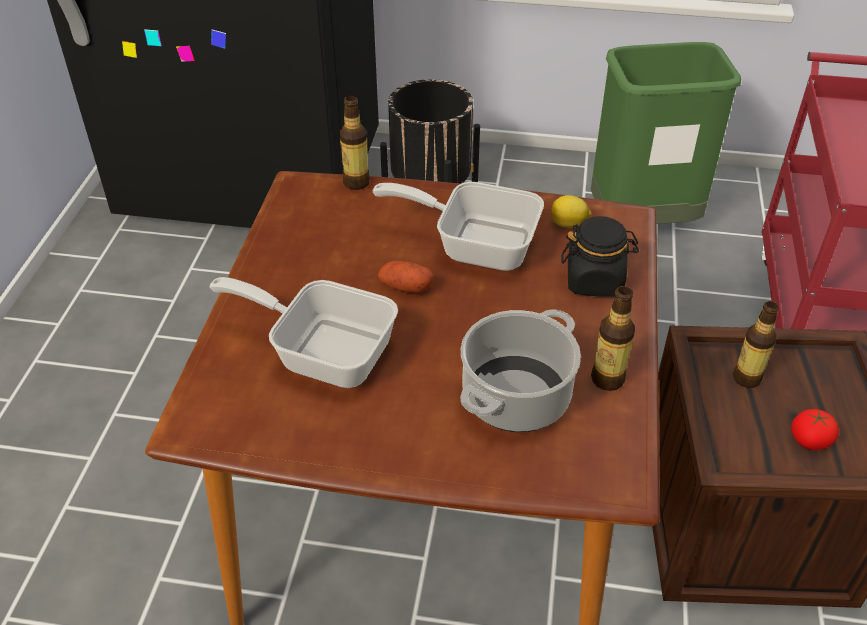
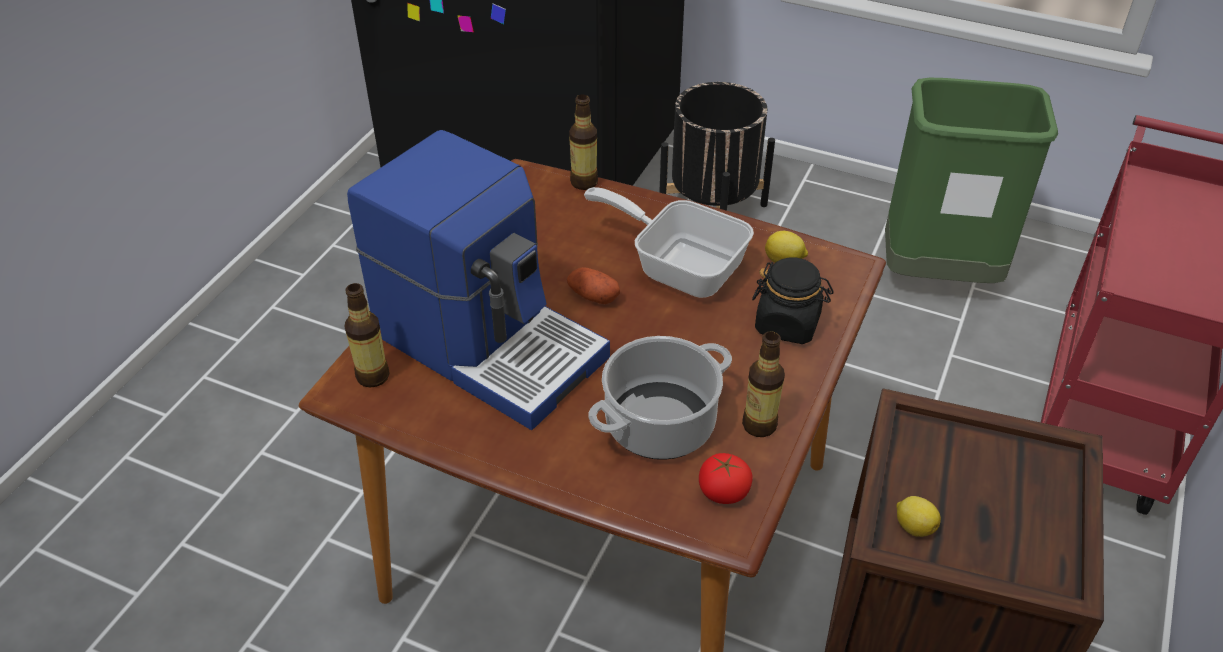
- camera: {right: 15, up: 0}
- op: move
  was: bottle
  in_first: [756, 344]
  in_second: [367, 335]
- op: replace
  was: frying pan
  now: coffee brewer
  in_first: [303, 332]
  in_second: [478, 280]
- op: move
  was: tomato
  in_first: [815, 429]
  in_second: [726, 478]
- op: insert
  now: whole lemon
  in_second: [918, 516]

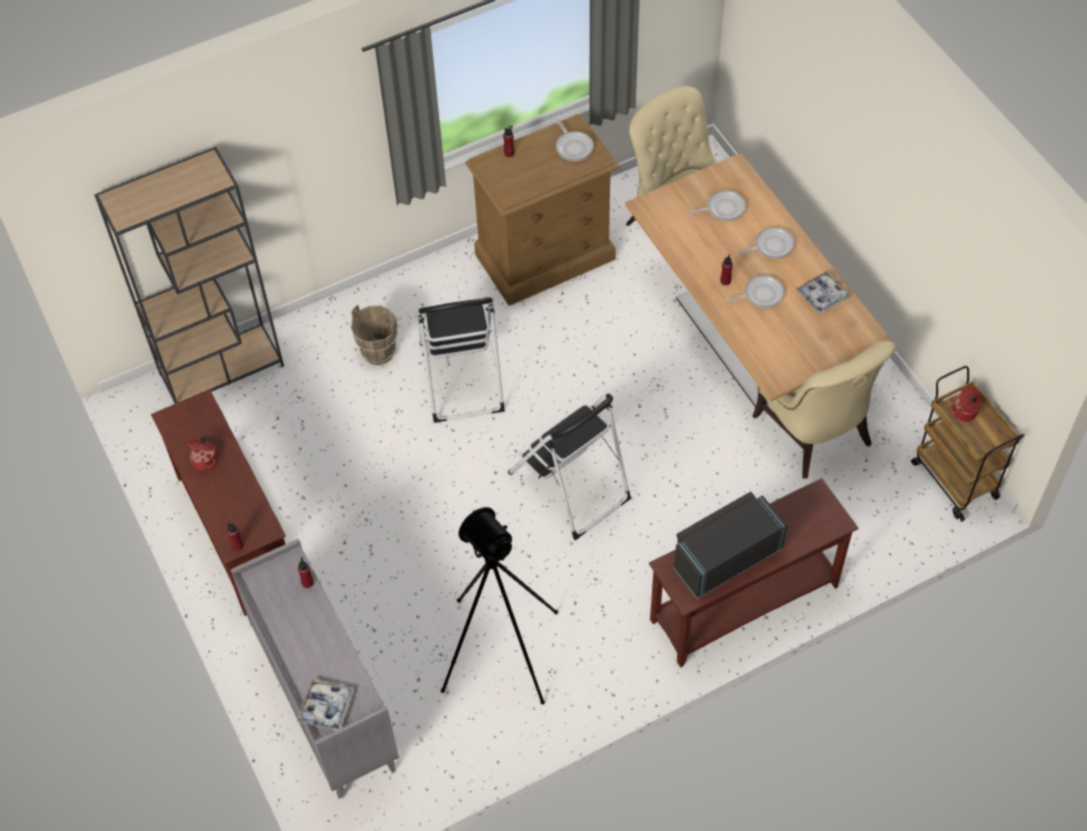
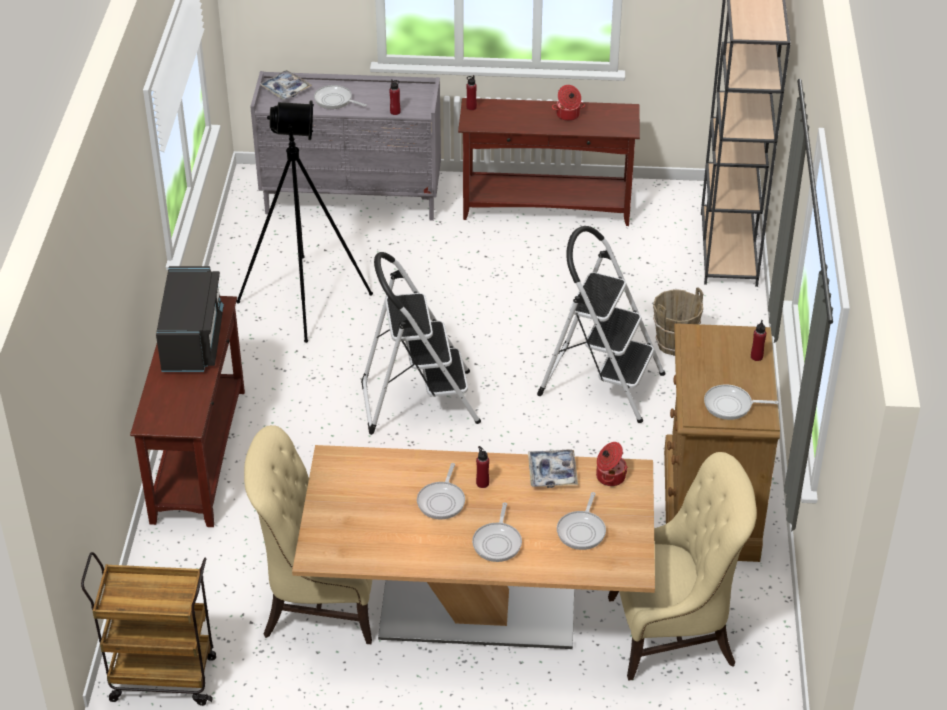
- camera: {right: 120, up: -15}
- op: insert
  now: frying pan
  in_second: [340, 97]
- op: move
  was: serving tray
  in_first: [823, 292]
  in_second: [553, 468]
- op: move
  was: cooking pot
  in_first: [967, 403]
  in_second: [612, 464]

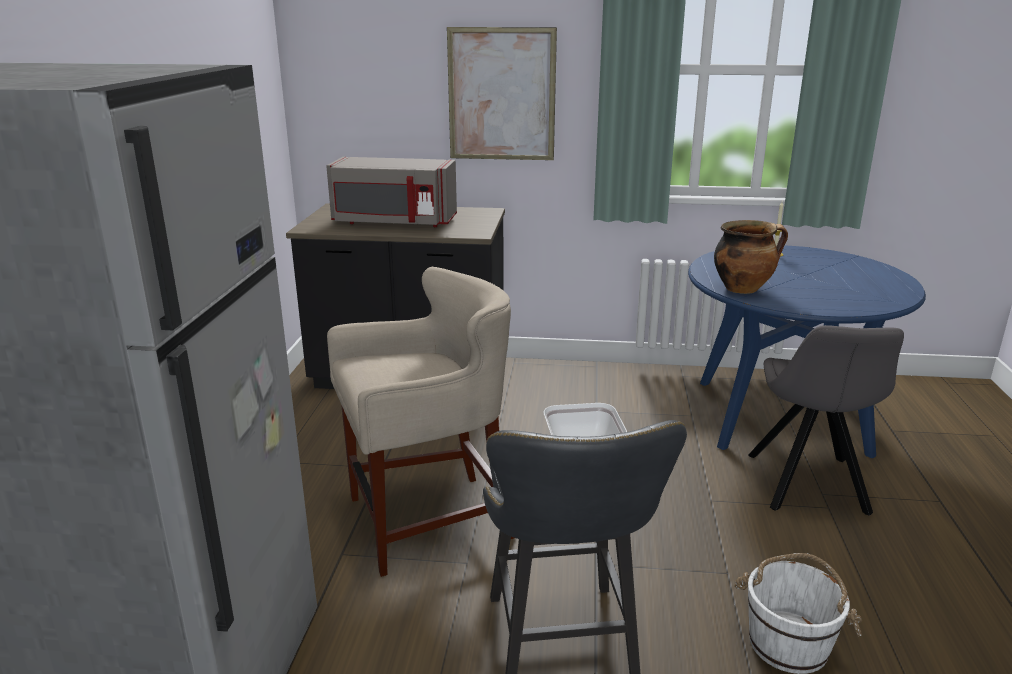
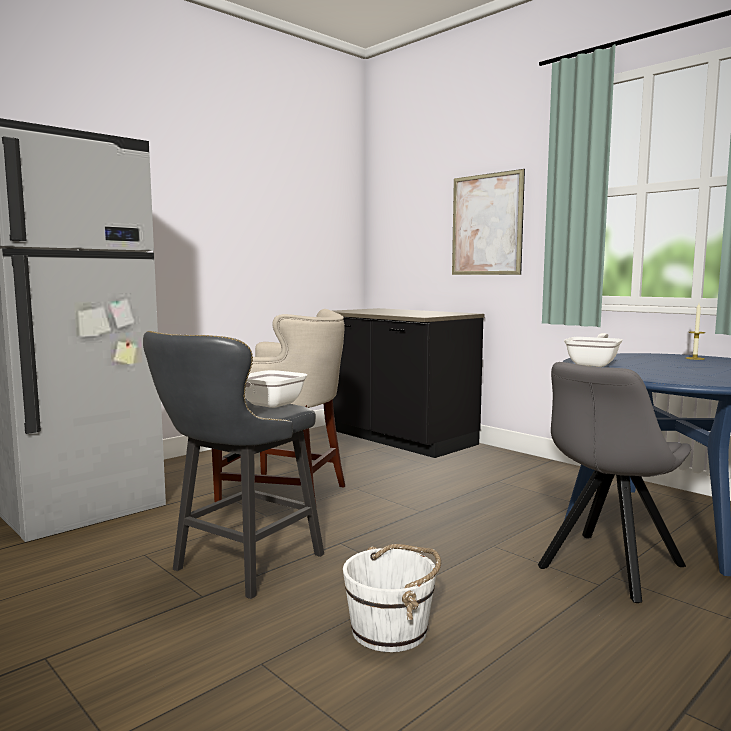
- camera: {right: 40, up: -15}
- op: replace
  was: cooking pot
  now: frying pan
  in_first: [751, 257]
  in_second: [593, 350]
- op: delete
  was: microwave in gray
  in_first: [391, 192]

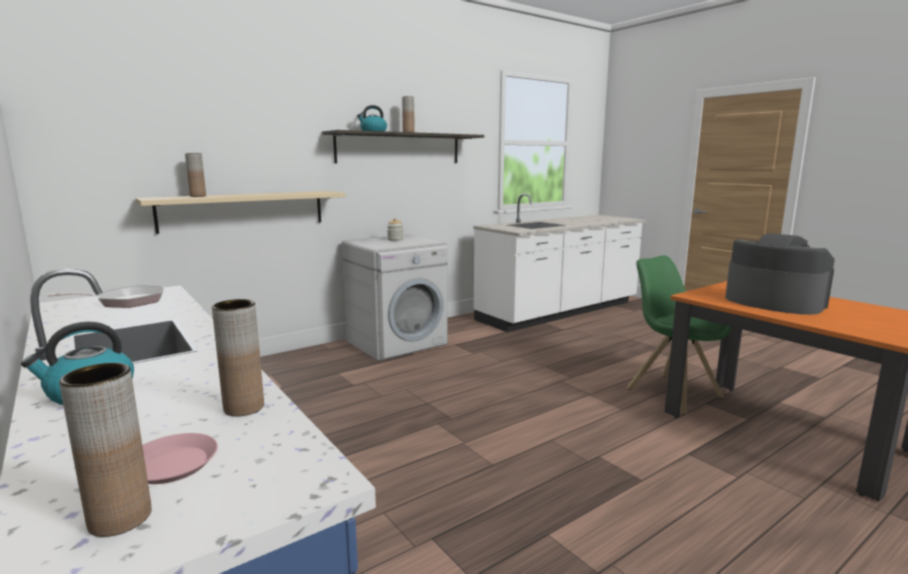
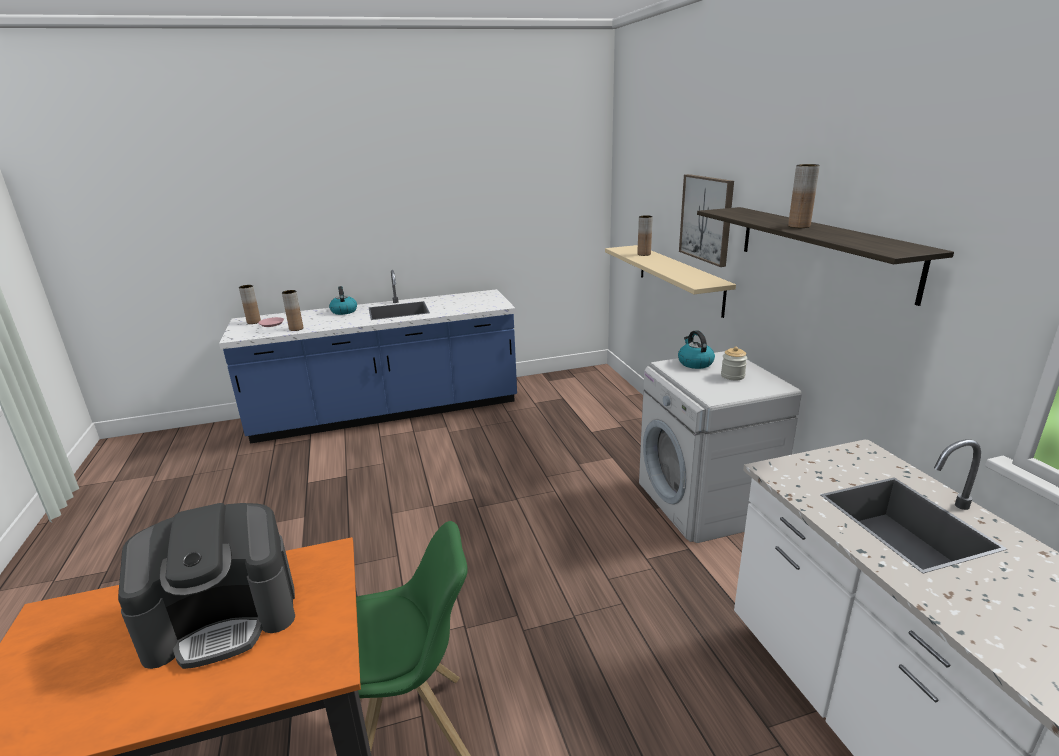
- camera: {right: 110, up: 10}
- op: move
  was: kettle
  in_first: [372, 118]
  in_second: [696, 349]
- op: insert
  now: wall art
  in_second: [706, 220]
- op: delete
  was: frying pan
  in_first: [106, 296]

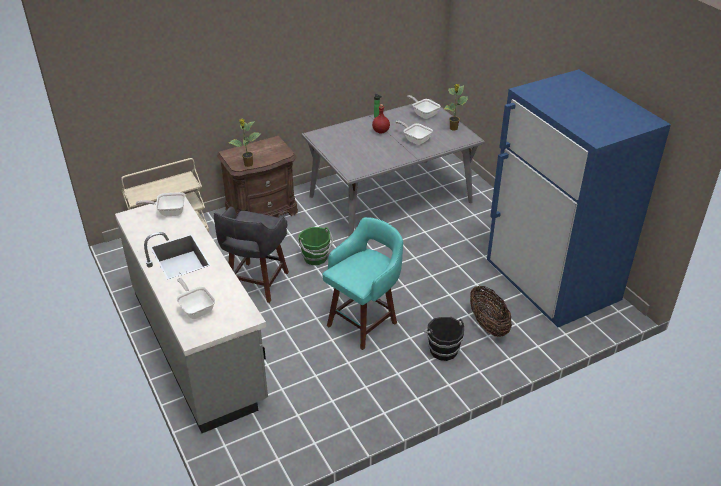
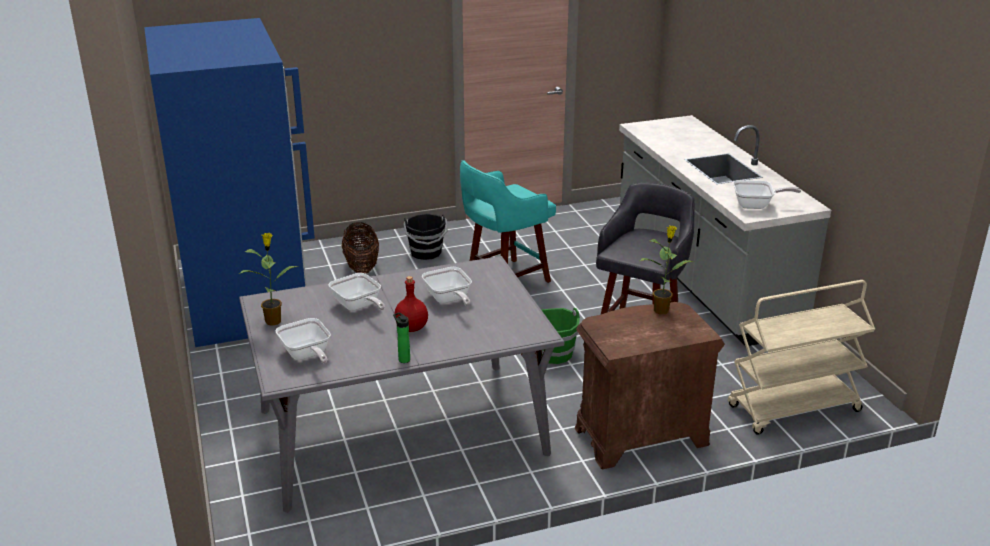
- camera: {right: -170, up: -10}
- op: move
  was: frying pan
  in_first: [195, 298]
  in_second: [447, 286]

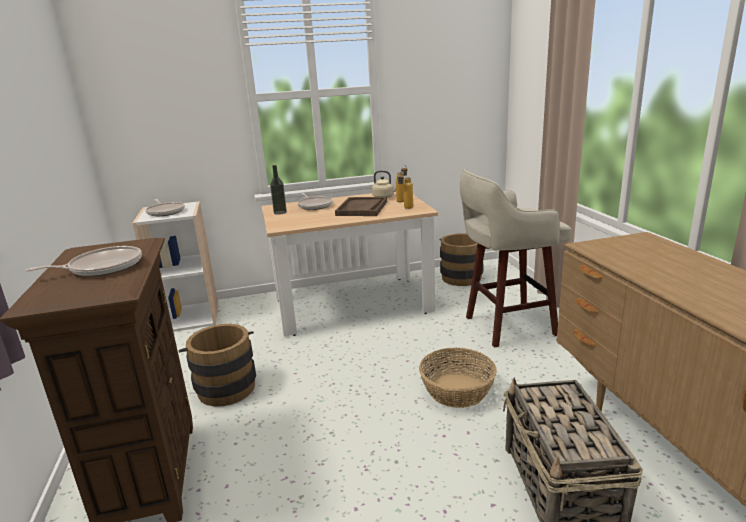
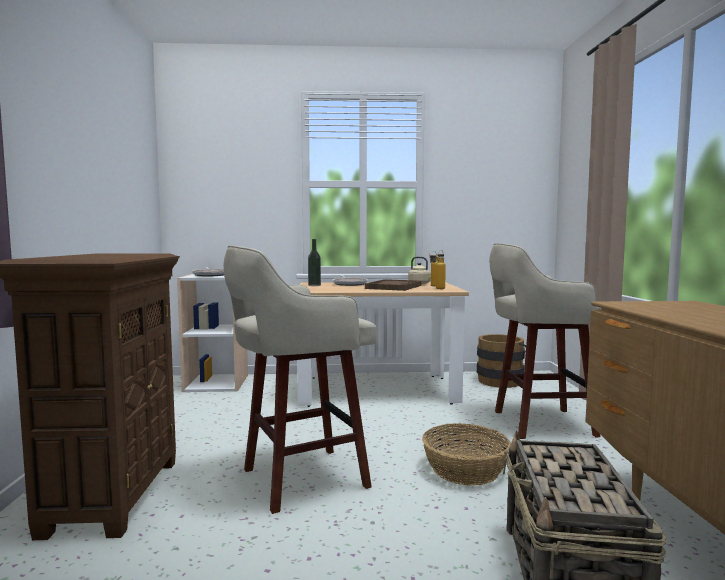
- camera: {right: 10, up: -15}
- op: insert
  now: stool in sand-coloured
  in_second: [300, 379]
- op: delete
  was: frying pan
  in_first: [83, 261]
- op: delete
  was: pail in brown
  in_first: [217, 365]

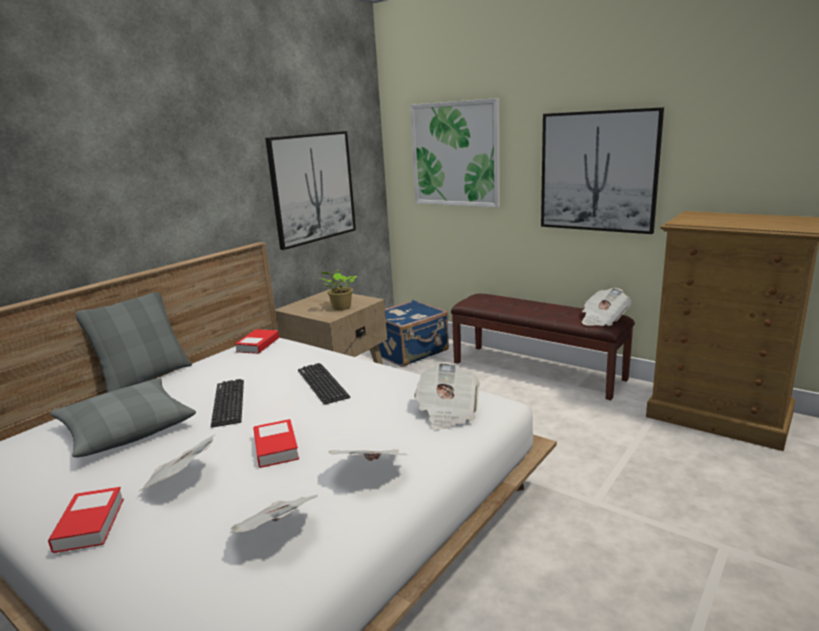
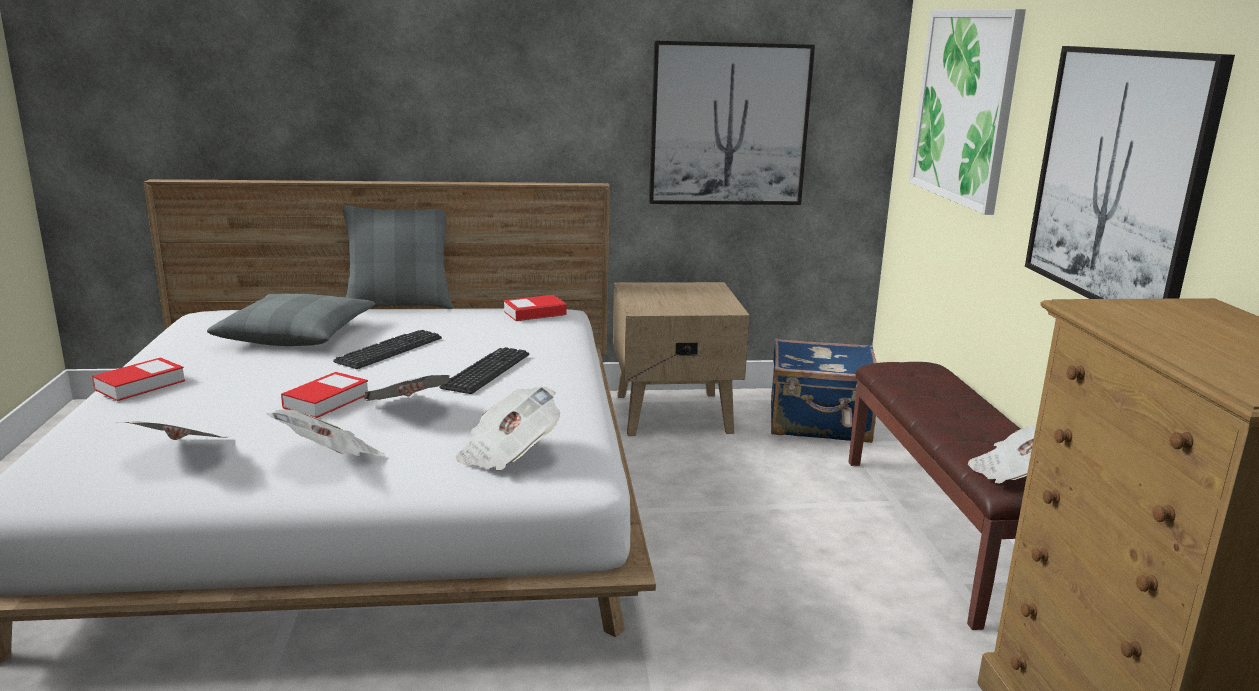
- camera: {right: 45, up: 0}
- op: move
  was: newspaper
  in_first: [177, 463]
  in_second: [407, 388]
- op: delete
  was: potted plant
  in_first: [338, 290]

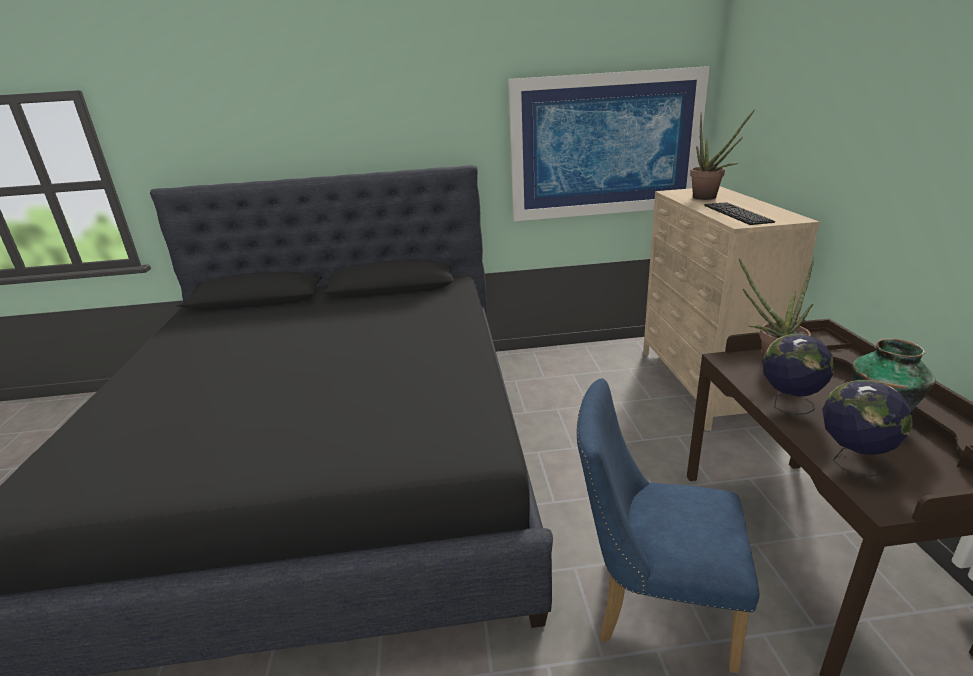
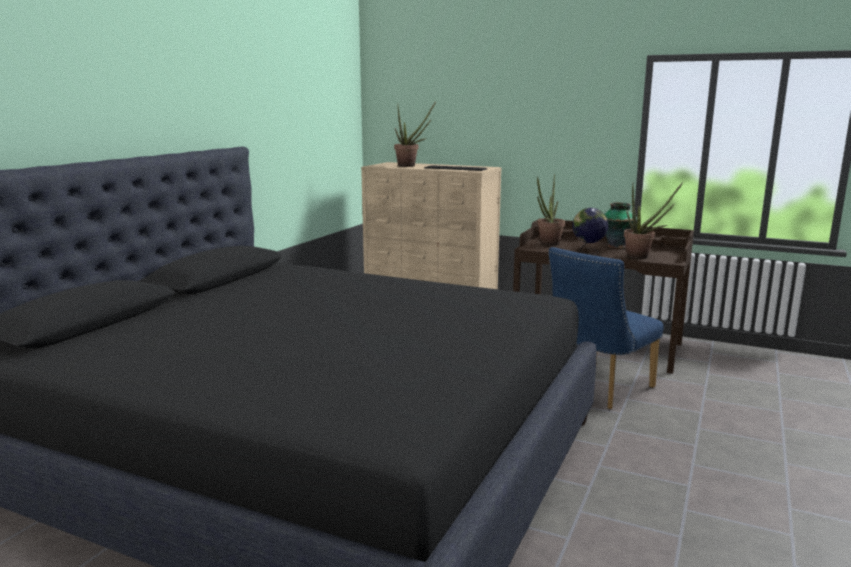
- camera: {right: -60, up: -10}
- op: replace
  was: desk globe
  now: potted plant
  in_first: [867, 428]
  in_second: [654, 220]
- op: delete
  was: wall art
  in_first: [609, 143]

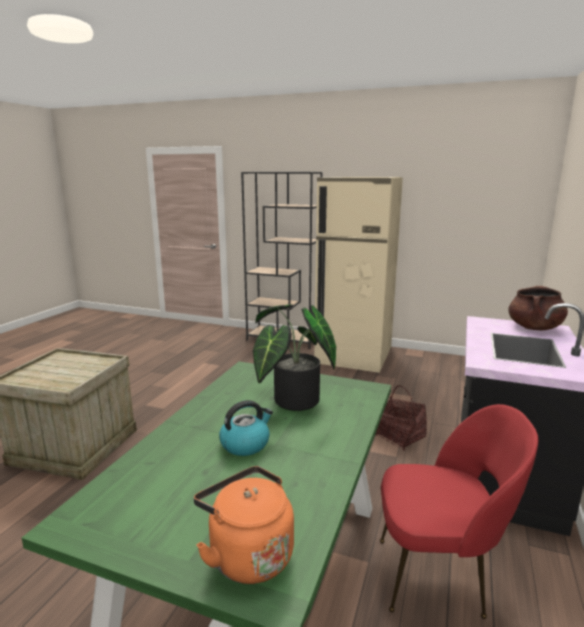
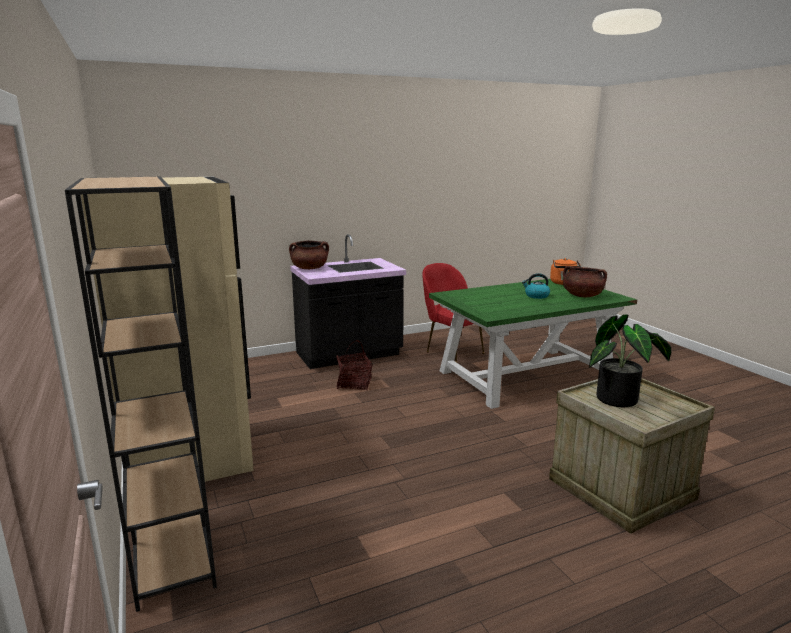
- camera: {right: -135, up: 0}
- op: insert
  now: cooking pot in brown
  in_second: [585, 281]
- op: move
  was: potted plant
  in_first: [294, 357]
  in_second: [630, 360]

